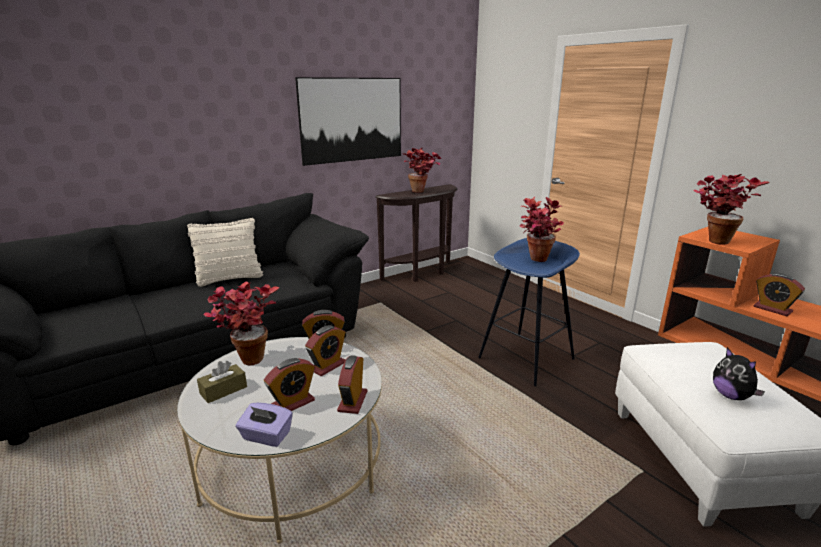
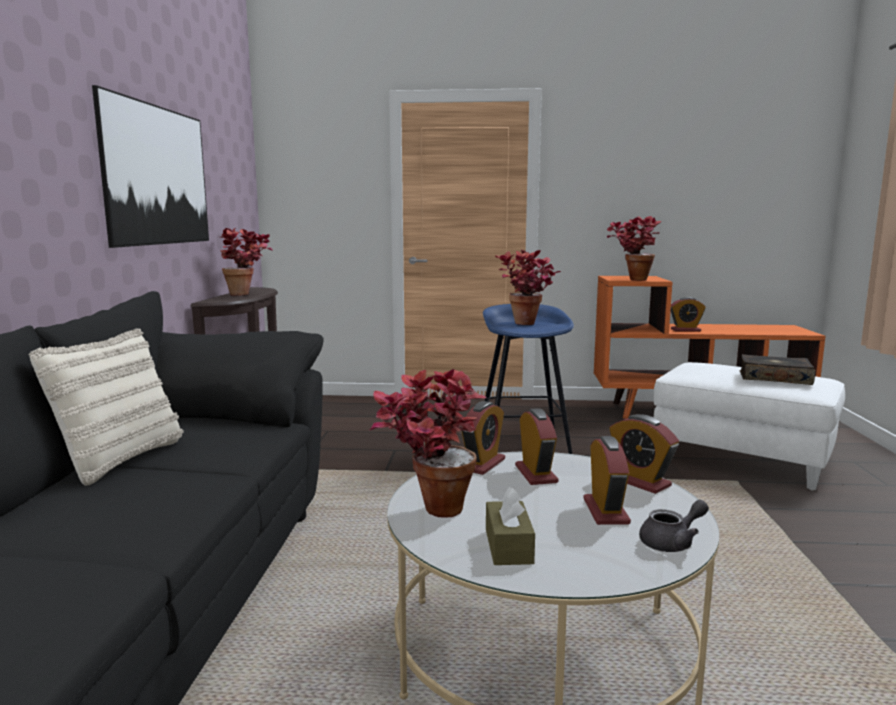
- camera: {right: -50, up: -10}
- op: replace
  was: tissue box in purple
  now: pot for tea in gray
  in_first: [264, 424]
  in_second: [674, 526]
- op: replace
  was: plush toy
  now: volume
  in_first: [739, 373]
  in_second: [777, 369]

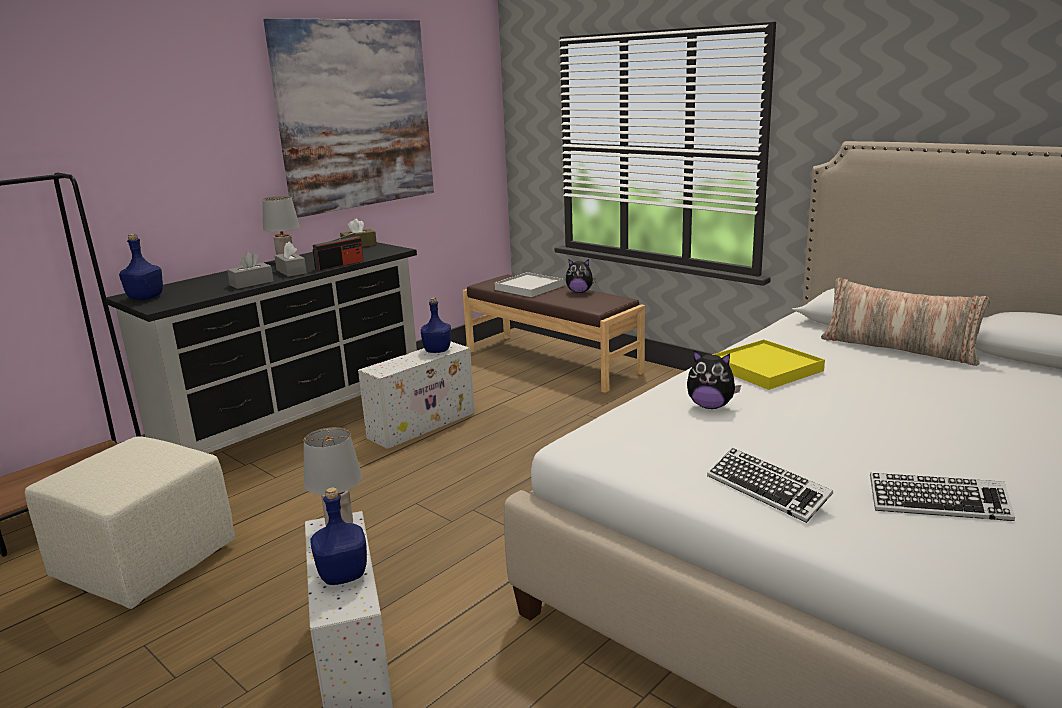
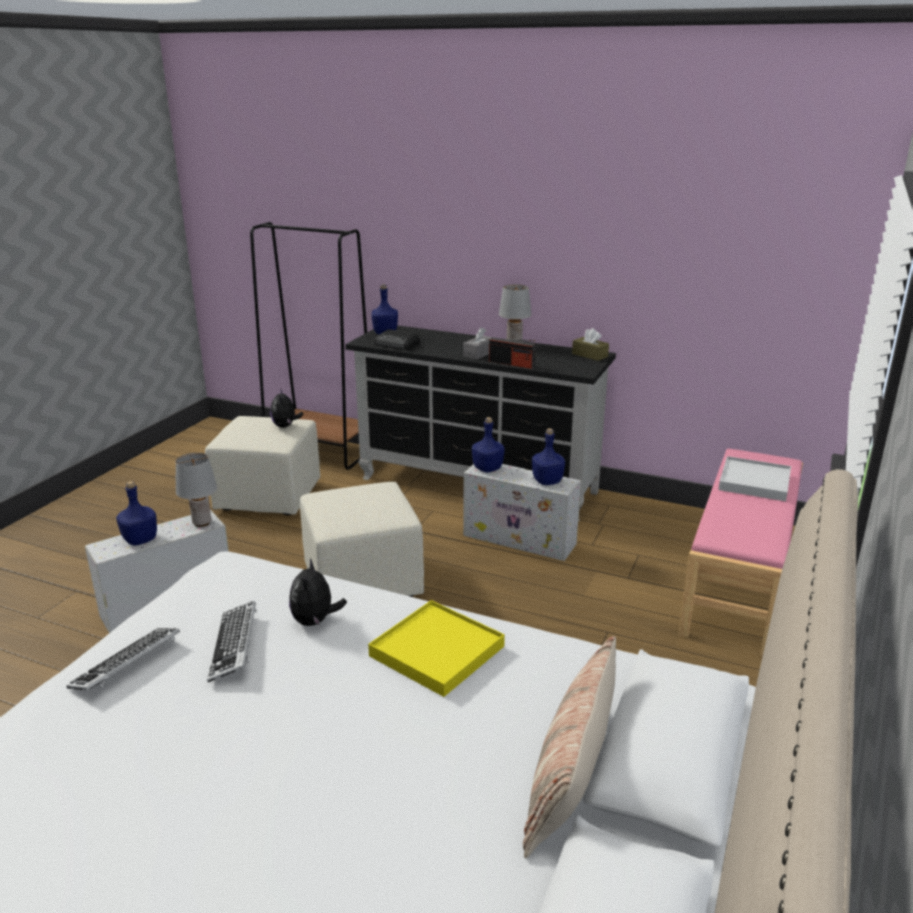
- camera: {right: 70, up: 5}
- op: move
  was: PC keyboard
  in_first: [942, 497]
  in_second: [232, 641]
- op: move
  was: plush toy
  in_first: [581, 276]
  in_second: [286, 408]
- op: insert
  now: pouffe in sand-coloured
  in_second: [362, 539]
- op: insert
  now: radio set
  in_second: [397, 339]
- op: insert
  now: bottle in blue
  in_second: [488, 445]
- op: recolor
  was: long seat in brown
  now: long seat in pinkish
  in_first: [554, 333]
  in_second: [740, 552]
- op: delete
  was: tissue box in gray
  in_first: [250, 270]
- op: delete
  was: wall art
  in_first: [348, 118]

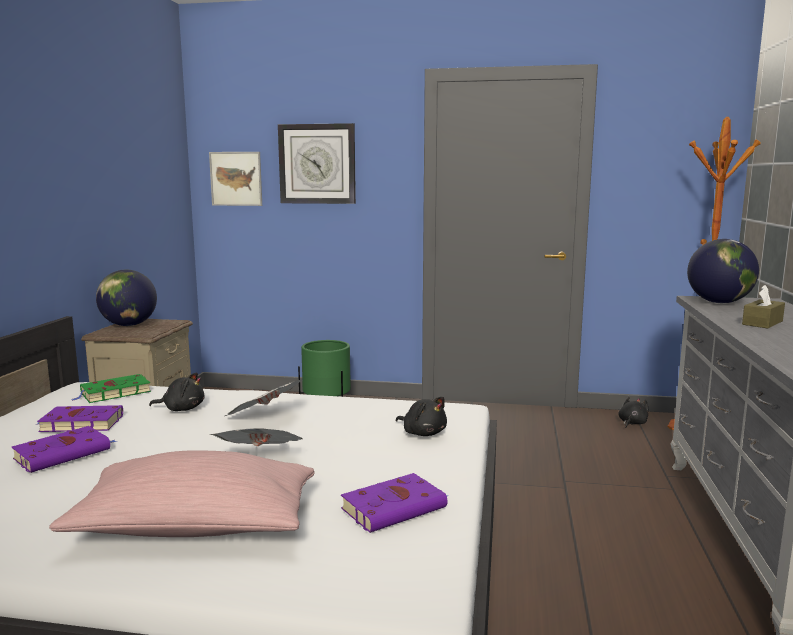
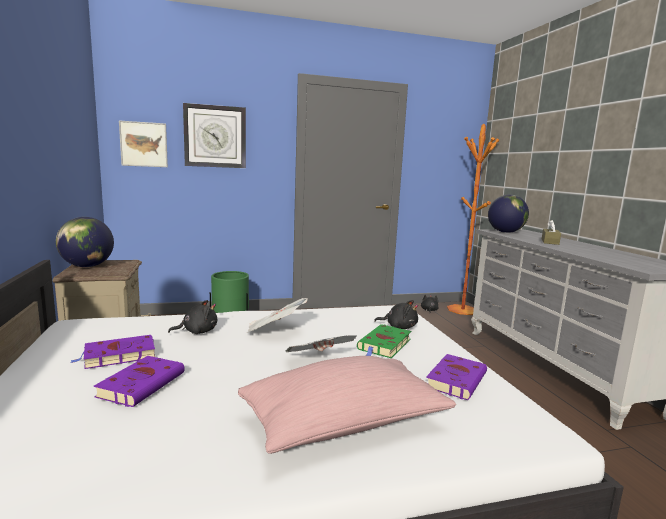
- camera: {right: -25, up: 0}
- op: move
  was: volume in greenish
  in_first: [111, 388]
  in_second: [384, 341]

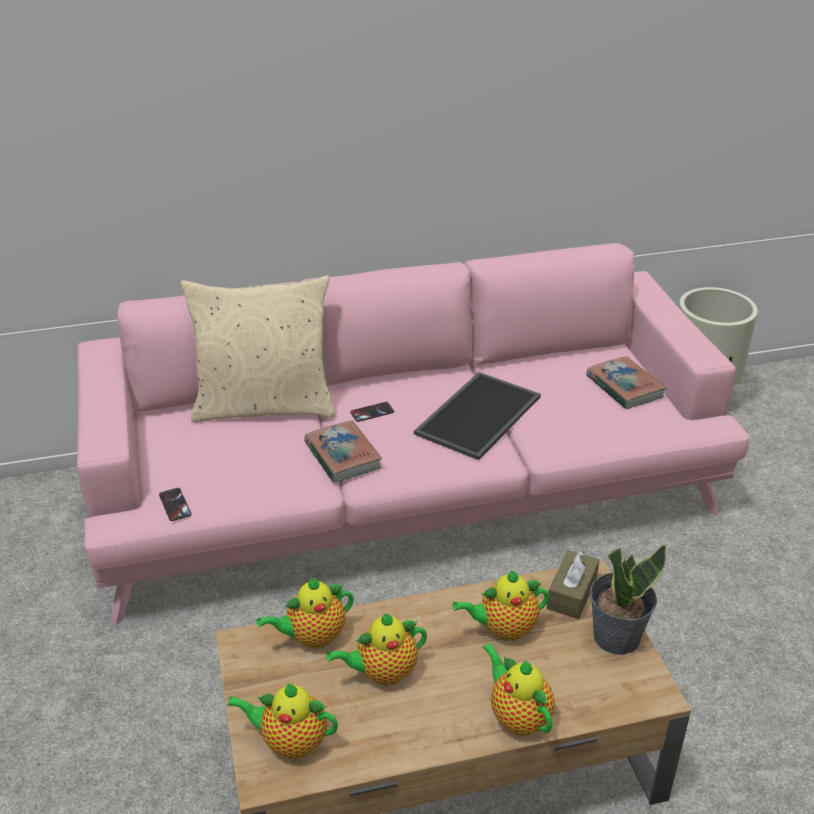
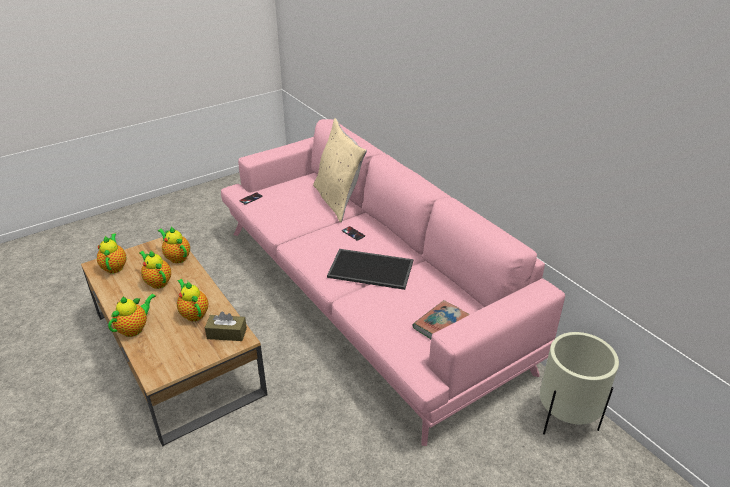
- camera: {right: 70, up: 0}
- op: delete
  was: volume
  in_first: [343, 451]
- op: delete
  was: potted plant
  in_first: [628, 599]

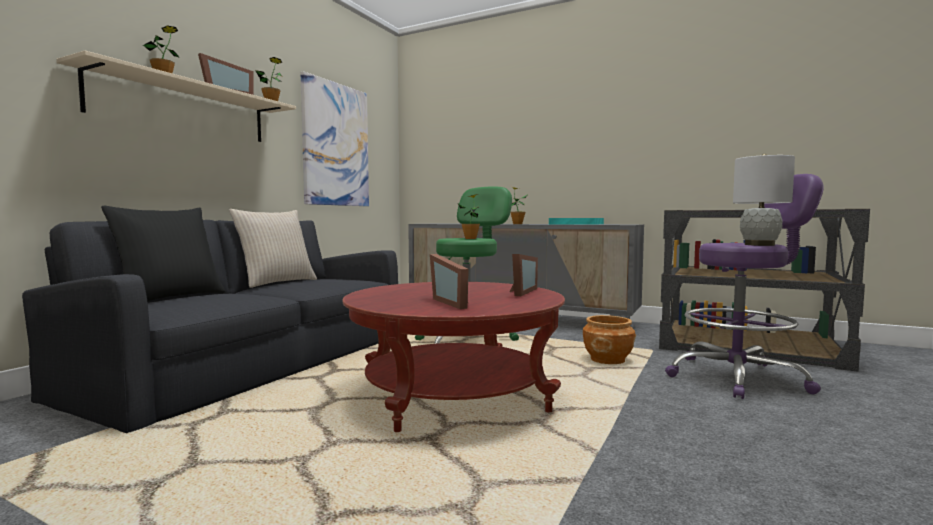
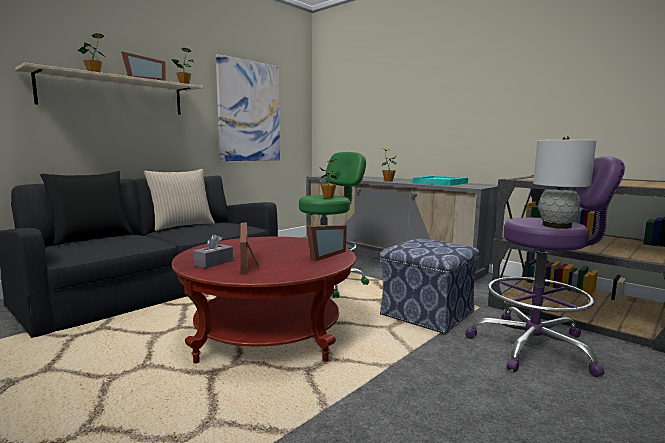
- camera: {right: 15, up: 5}
- op: insert
  now: tissue box in gray
  in_second: [213, 251]
- op: replace
  was: plant pot in brown
  now: pouffe
  in_first: [609, 339]
  in_second: [430, 286]

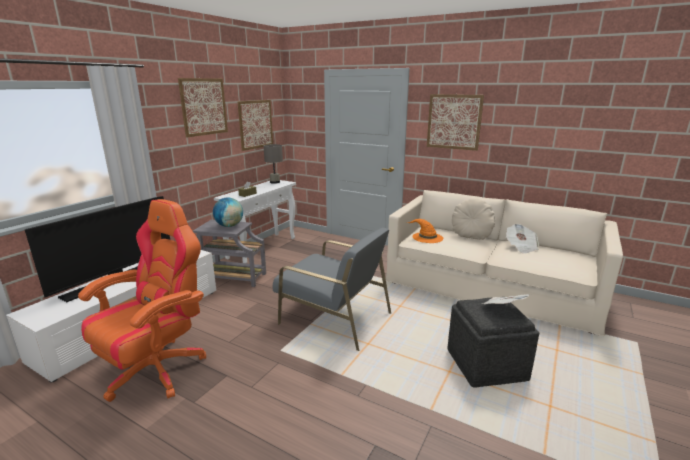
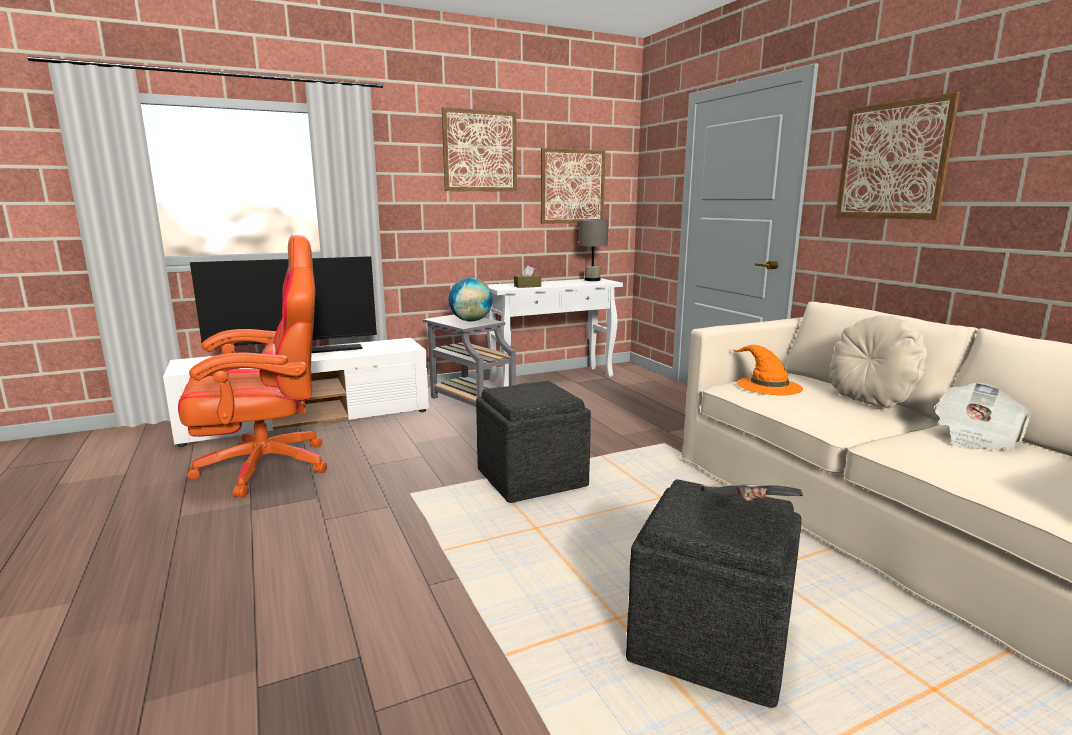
- camera: {right: 35, up: -5}
- op: replace
  was: armchair in gray
  now: pouffe in gray
  in_first: [332, 289]
  in_second: [533, 442]

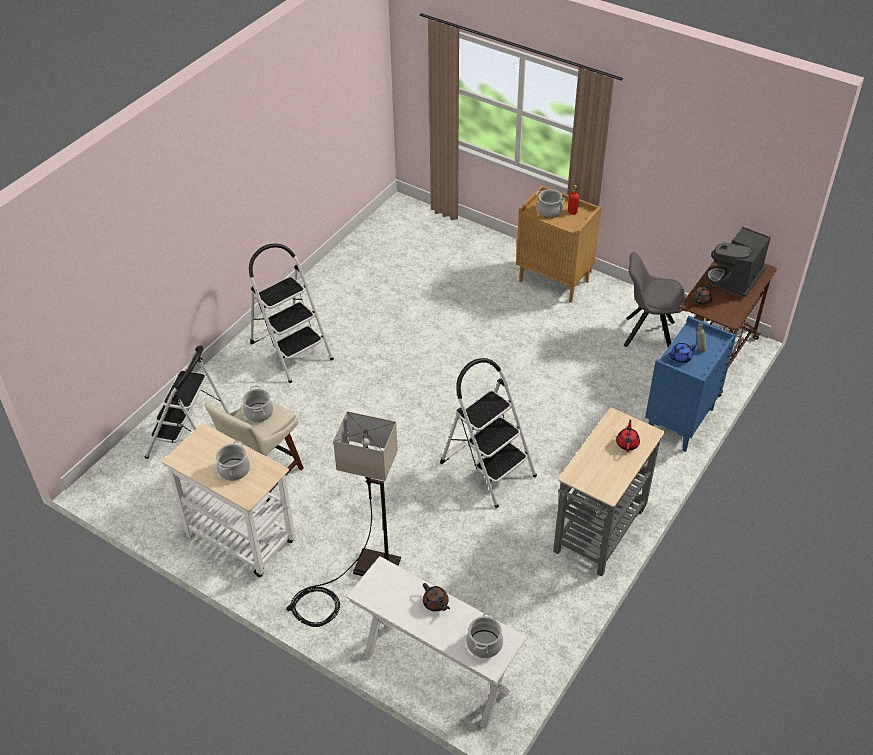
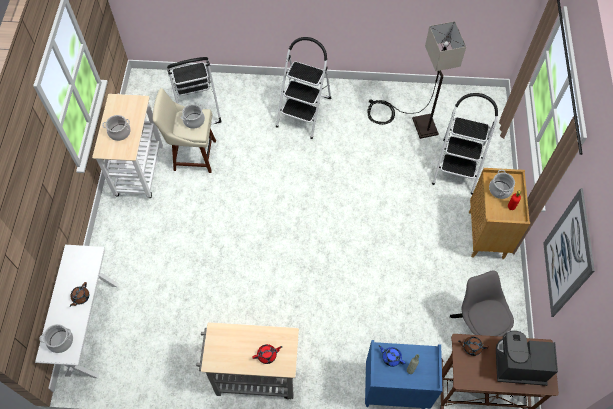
- camera: {right: 60, up: 15}
- op: move
  was: standard lamp
  in_first: [343, 519]
  in_second: [416, 80]
- op: move
  was: stepladder
  in_first: [488, 433]
  in_second: [465, 144]
- op: insert
  now: wall art
  in_second: [569, 252]

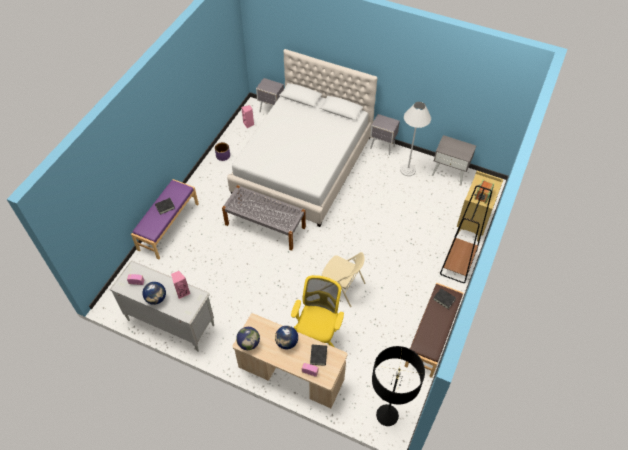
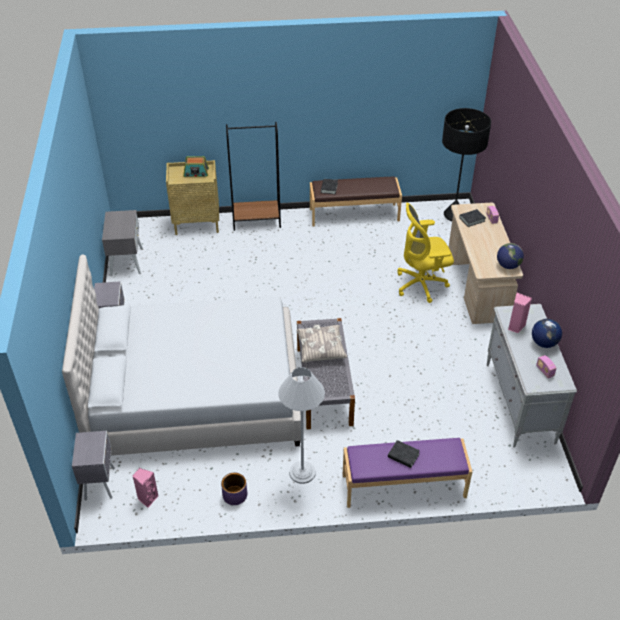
- camera: {right: -120, up: -10}
- op: move
  was: standard lamp in white-coloured
  in_first: [415, 139]
  in_second: [301, 425]
- op: insert
  now: cushion in sand-coloured
  in_second: [321, 343]
- op: delete
  was: desk globe
  in_first: [286, 337]
- op: delete
  was: upright chair in sand-coloured
  in_first: [343, 280]

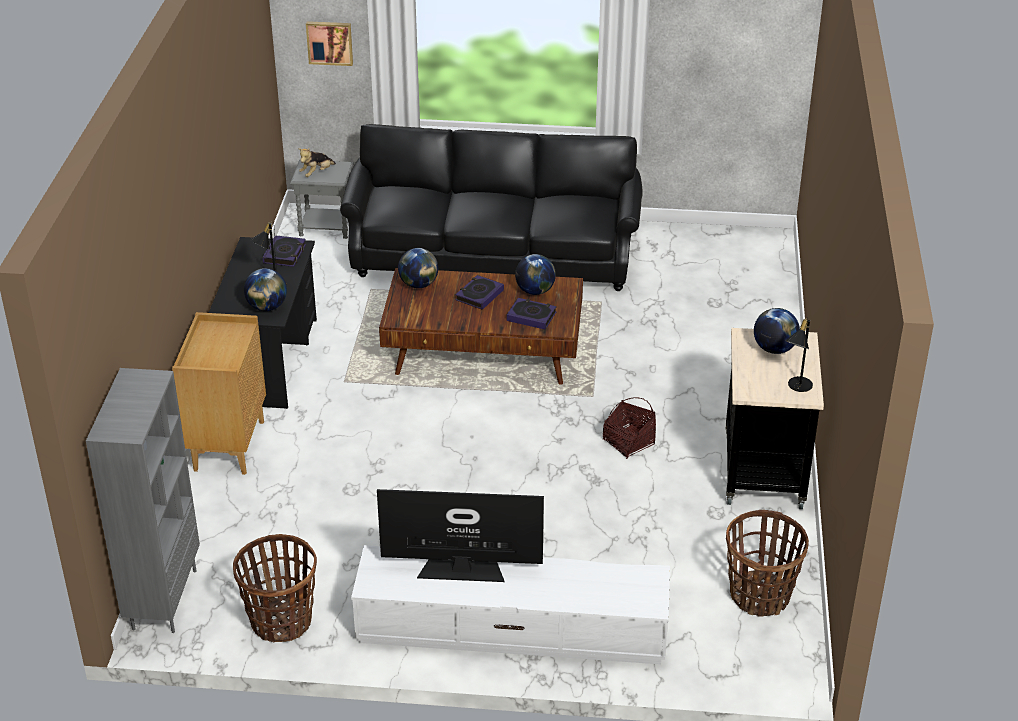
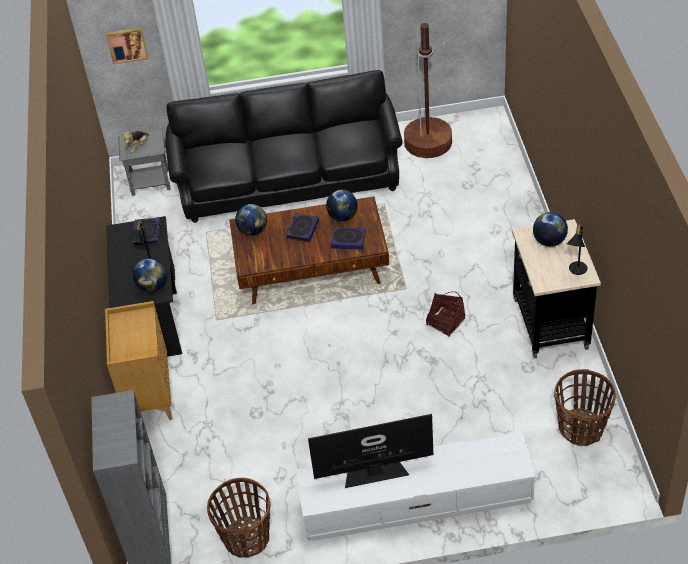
- camera: {right: -10, up: 10}
- op: insert
  now: standard lamp in brown
  in_second: [428, 90]

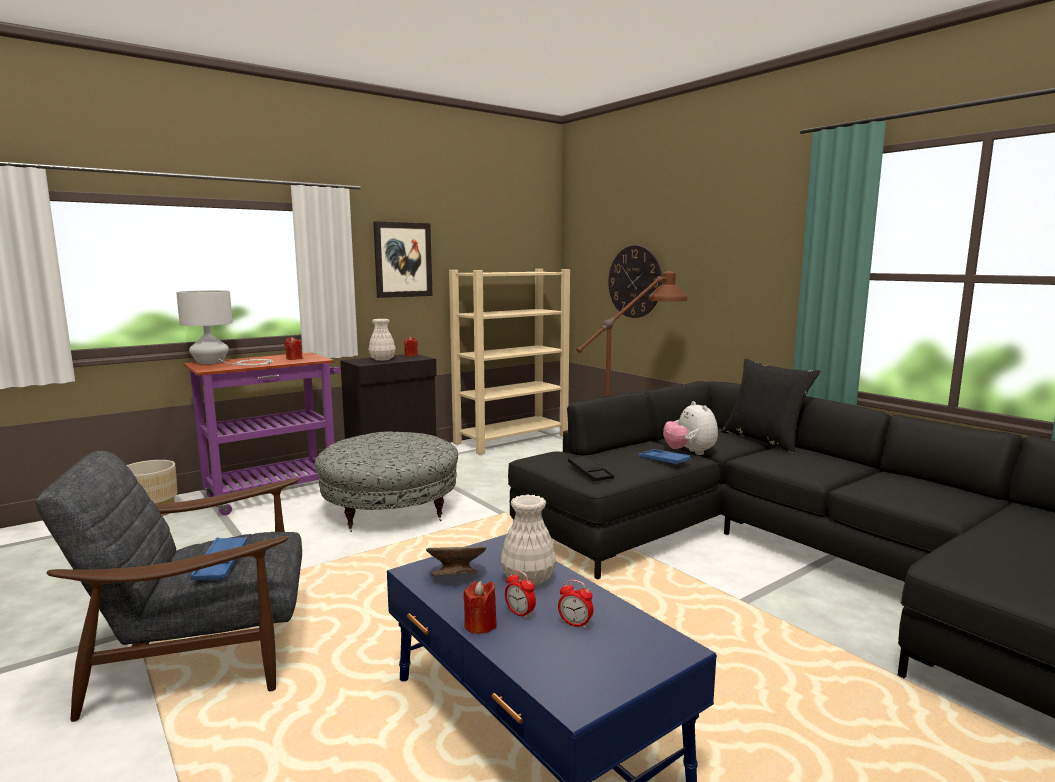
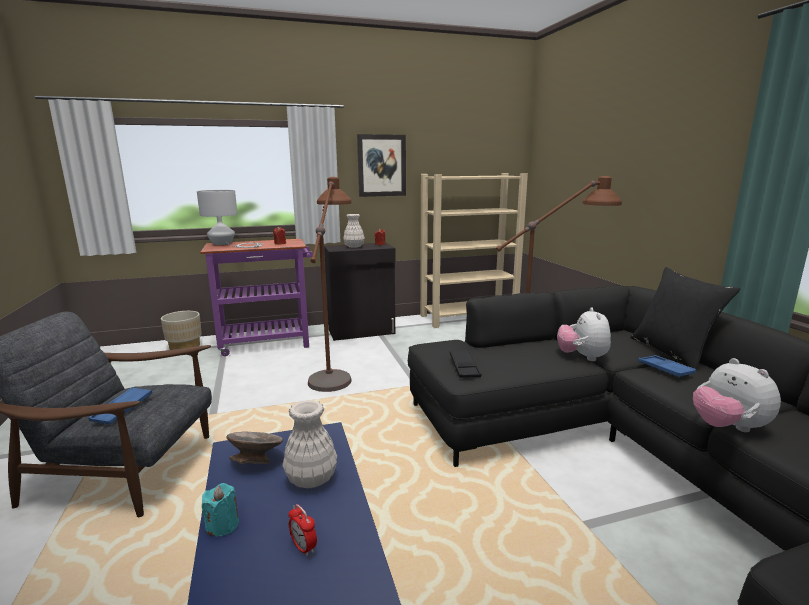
- camera: {right: 20, up: 5}
- op: recolor
  was: candle in reddish
  now: candle in blue-green
  in_first: [480, 607]
  in_second: [220, 509]
- op: replace
  was: pouffe in gray
  now: standard lamp in brown
  in_first: [386, 482]
  in_second: [330, 284]
- op: move
  was: serving tray in blue
  in_first: [664, 457]
  in_second: [667, 366]
- op: insert
  now: plush toy
  in_second: [737, 395]
- op: delete
  was: table clock
  in_first: [520, 594]
- op: delete
  was: hanging clock
  in_first: [635, 281]

